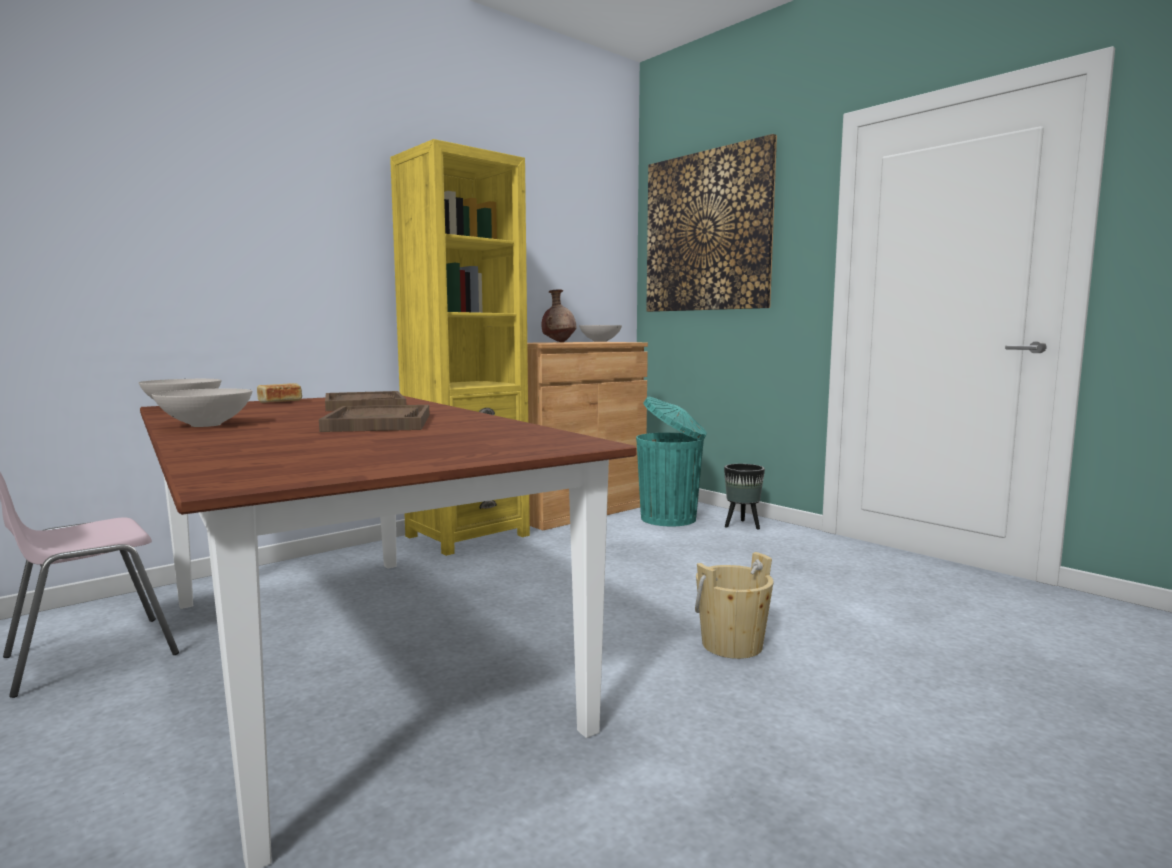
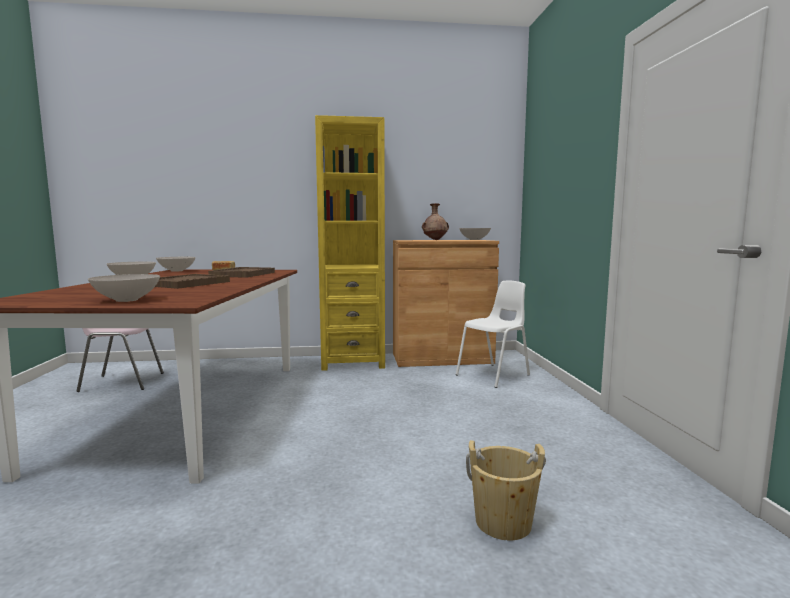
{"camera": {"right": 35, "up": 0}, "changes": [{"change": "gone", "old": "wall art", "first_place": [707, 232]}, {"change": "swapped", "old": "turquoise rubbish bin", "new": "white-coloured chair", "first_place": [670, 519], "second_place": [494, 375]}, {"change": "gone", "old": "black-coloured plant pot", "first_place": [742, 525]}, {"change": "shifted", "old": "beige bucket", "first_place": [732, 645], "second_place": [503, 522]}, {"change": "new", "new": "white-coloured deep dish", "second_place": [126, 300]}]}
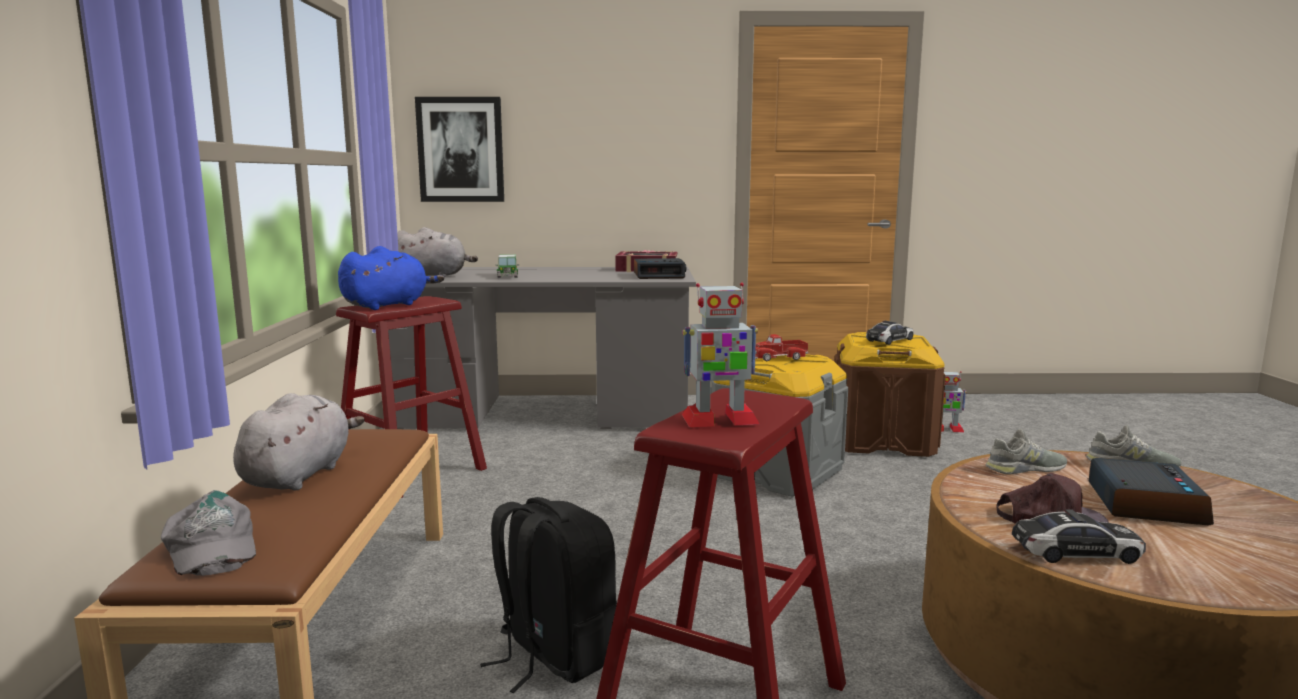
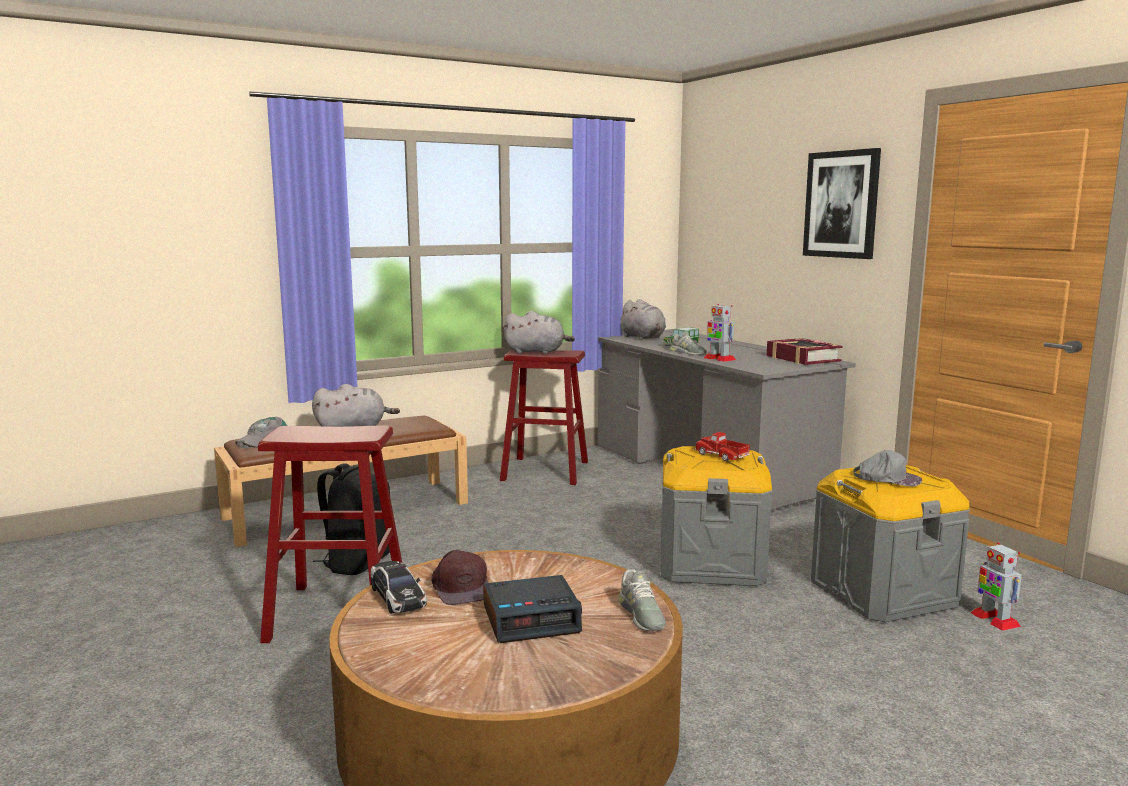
{"camera": {"right": 60, "up": 0}, "changes": [{"change": "shifted", "old": "wall art", "first_place": [460, 150], "second_place": [841, 204]}, {"change": "repainted", "old": "bluish cuddly toy", "new": "greyish cuddly toy", "first_place": [388, 305], "second_place": [537, 352]}, {"change": "gone", "old": "table clock", "first_place": [659, 275]}, {"change": "shifted", "old": "toy robot", "first_place": [719, 420], "second_place": [719, 359]}, {"change": "swapped", "old": "toy car", "new": "greyish peaked cap", "first_place": [889, 340], "second_place": [887, 478]}, {"change": "repainted", "old": "brown storage box", "new": "greyish storage box", "first_place": [882, 440], "second_place": [882, 592]}, {"change": "shifted", "old": "greyish low shoe", "first_place": [1025, 469], "second_place": [688, 353]}]}
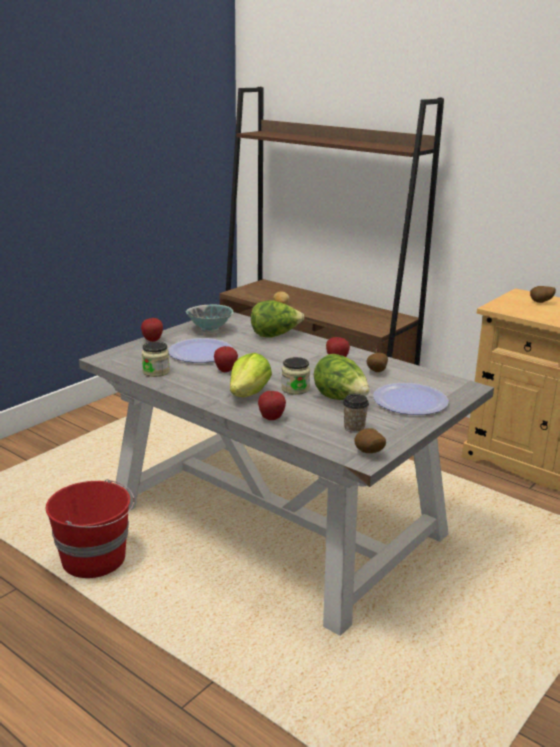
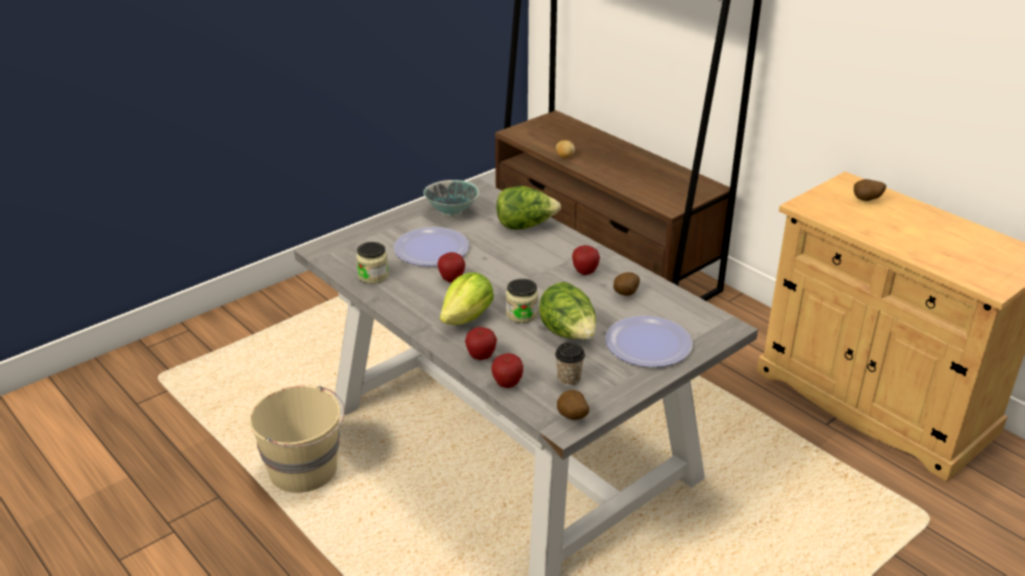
{"camera": {"right": 10, "up": 10}, "changes": [{"change": "shifted", "old": "apple", "first_place": [152, 340], "second_place": [507, 384]}, {"change": "repainted", "old": "red-coloured bucket", "new": "beige bucket", "first_place": [95, 560], "second_place": [305, 470]}]}
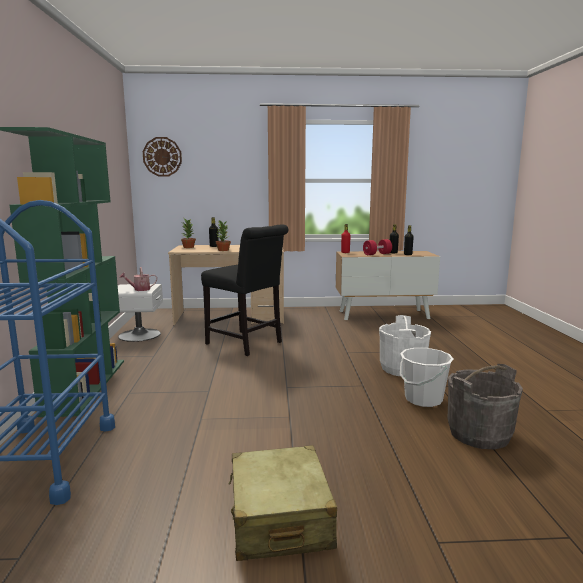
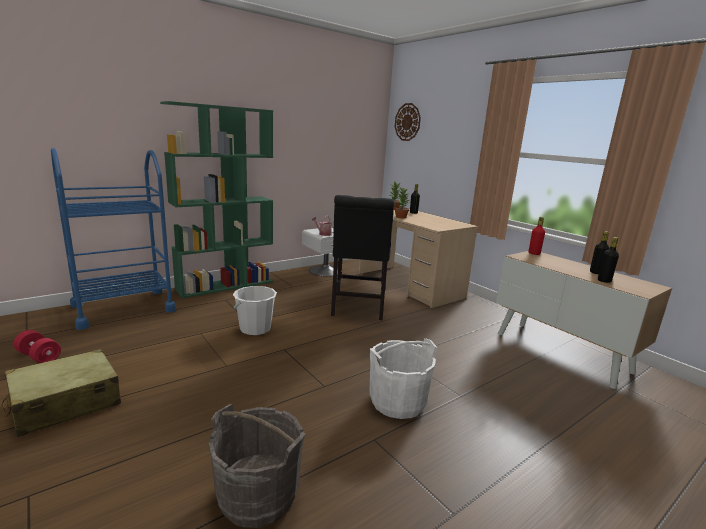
{"camera": {"right": 55, "up": 5}, "changes": [{"change": "shifted", "old": "red-coloured hand weight", "first_place": [377, 254], "second_place": [39, 356]}, {"change": "shifted", "old": "white-coloured bucket", "first_place": [423, 399], "second_place": [255, 328]}]}
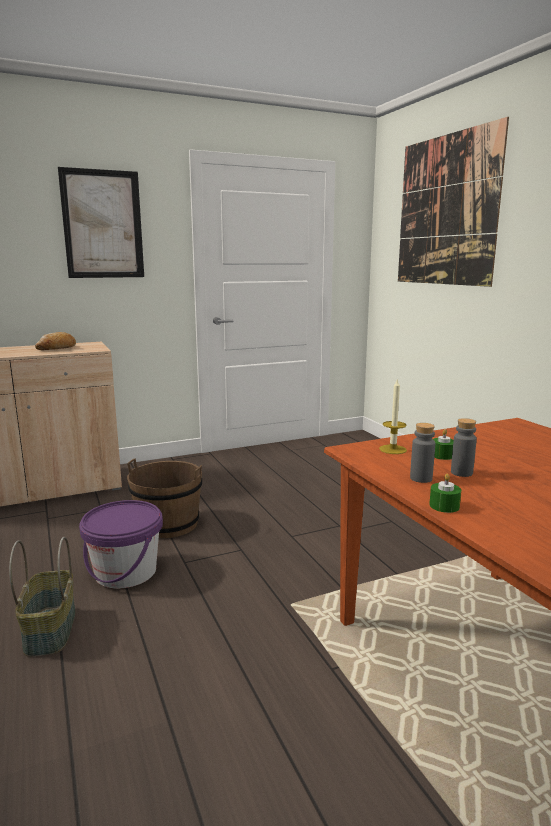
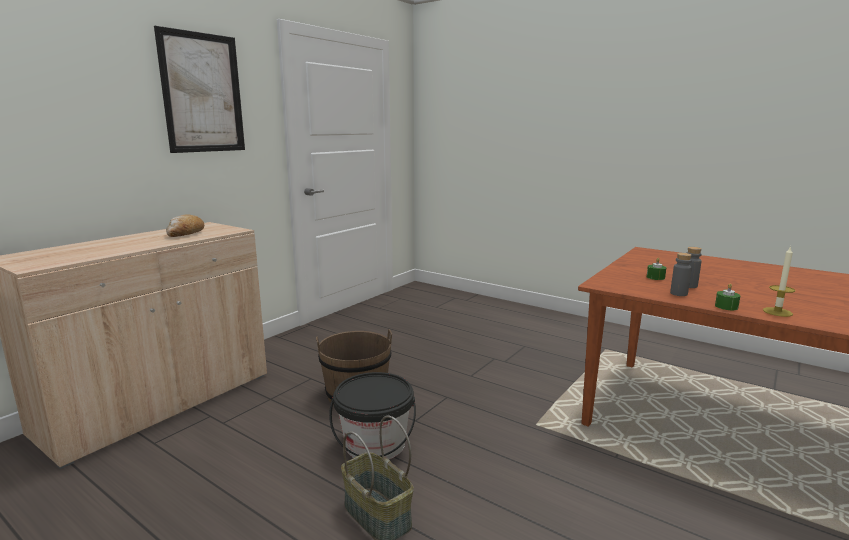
{"camera": {"right": -30, "up": 0}, "changes": [{"change": "gone", "old": "wall art", "first_place": [445, 211]}, {"change": "shifted", "old": "candle", "first_place": [392, 449], "second_place": [777, 312]}, {"change": "repainted", "old": "purplish bucket", "new": "black-coloured bucket", "first_place": [125, 572], "second_place": [375, 444]}]}
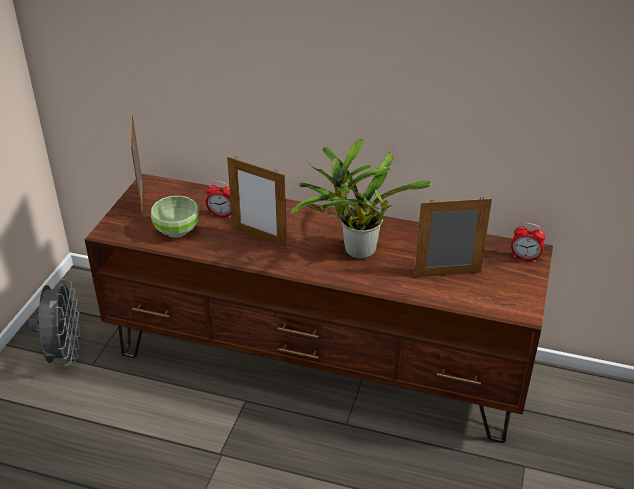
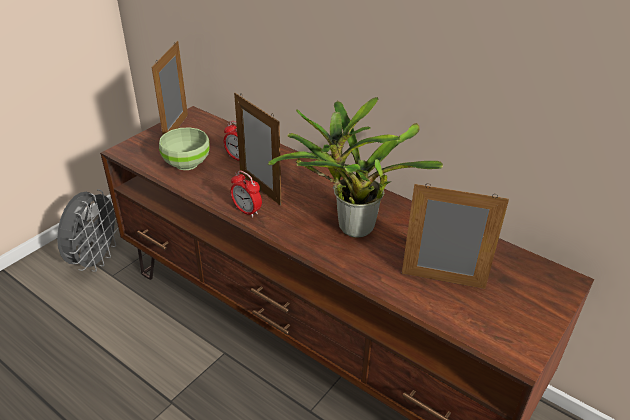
{"camera": {"right": 20, "up": 0}, "changes": [{"change": "shifted", "old": "table clock", "first_place": [525, 257], "second_place": [247, 211]}]}
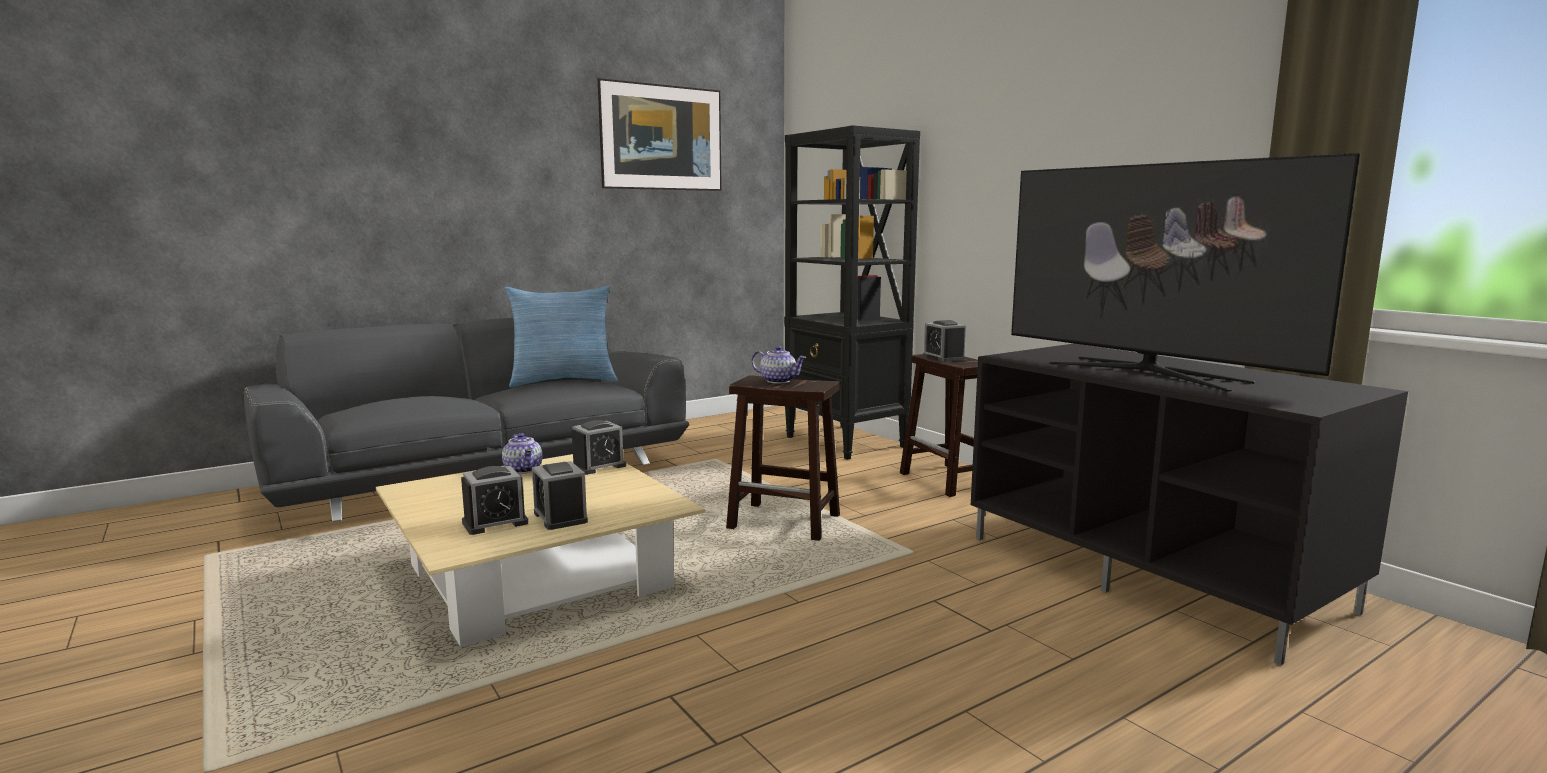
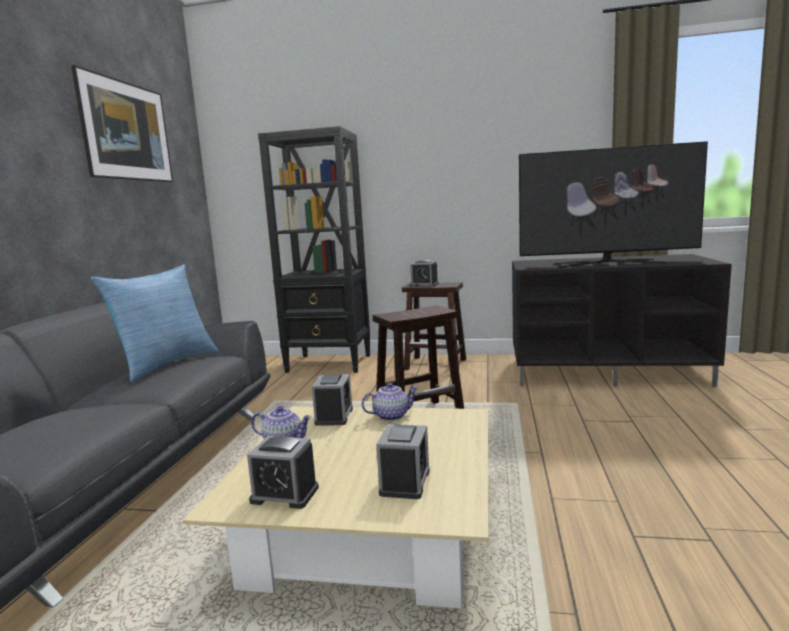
{"camera": {"right": -45, "up": 0}, "changes": [{"change": "shifted", "old": "teapot", "first_place": [779, 381], "second_place": [391, 416]}, {"change": "shifted", "old": "table clock", "first_place": [560, 517], "second_place": [284, 494]}]}
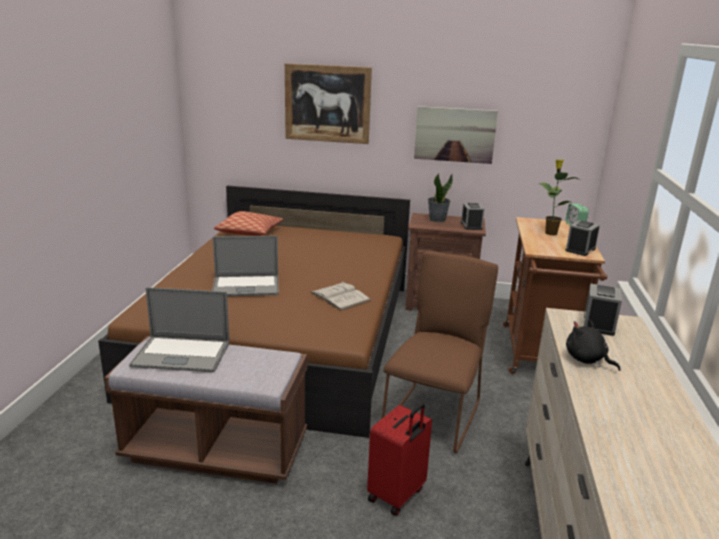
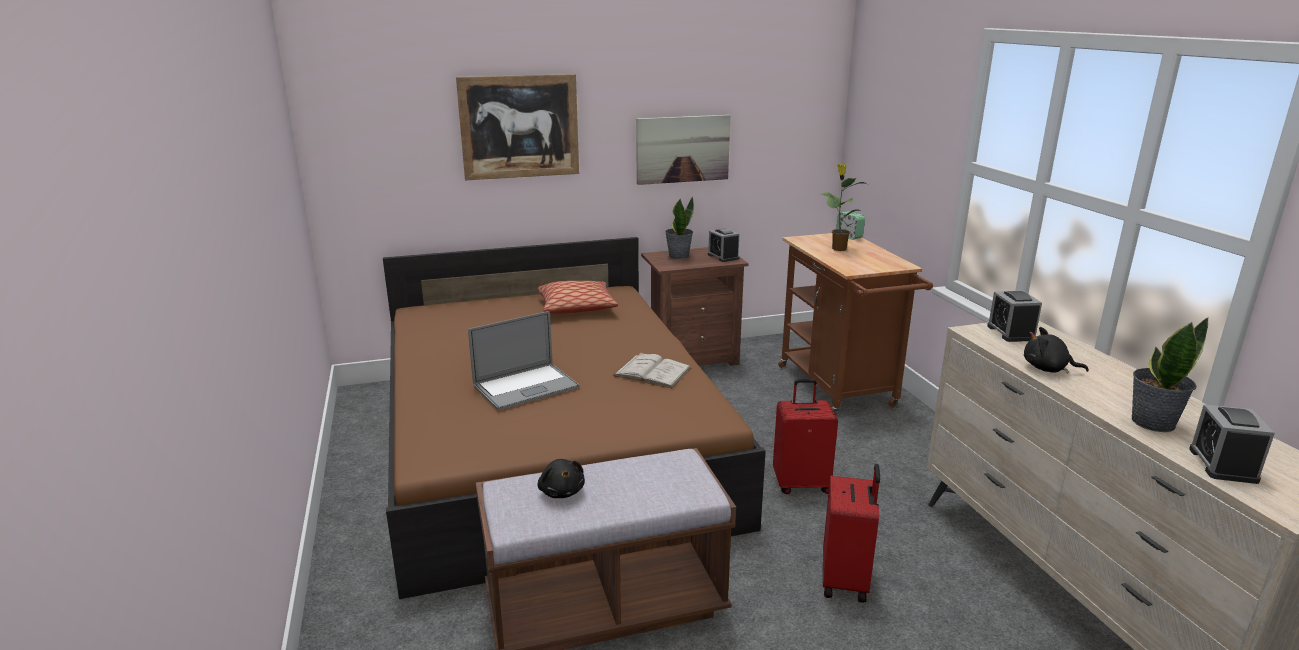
{"camera": {"right": -25, "up": 0}, "changes": [{"change": "shifted", "old": "throw pillow", "first_place": [250, 232], "second_place": [576, 307]}, {"change": "shifted", "old": "table clock", "first_place": [580, 249], "second_place": [1223, 465]}, {"change": "swapped", "old": "brown chair", "new": "red-coloured piece of luggage", "first_place": [434, 415], "second_place": [801, 484]}, {"change": "swapped", "old": "notebook computer", "new": "black-coloured cuddly toy", "first_place": [181, 354], "second_place": [561, 491]}, {"change": "new", "new": "plant in a pot", "second_place": [1152, 422]}]}
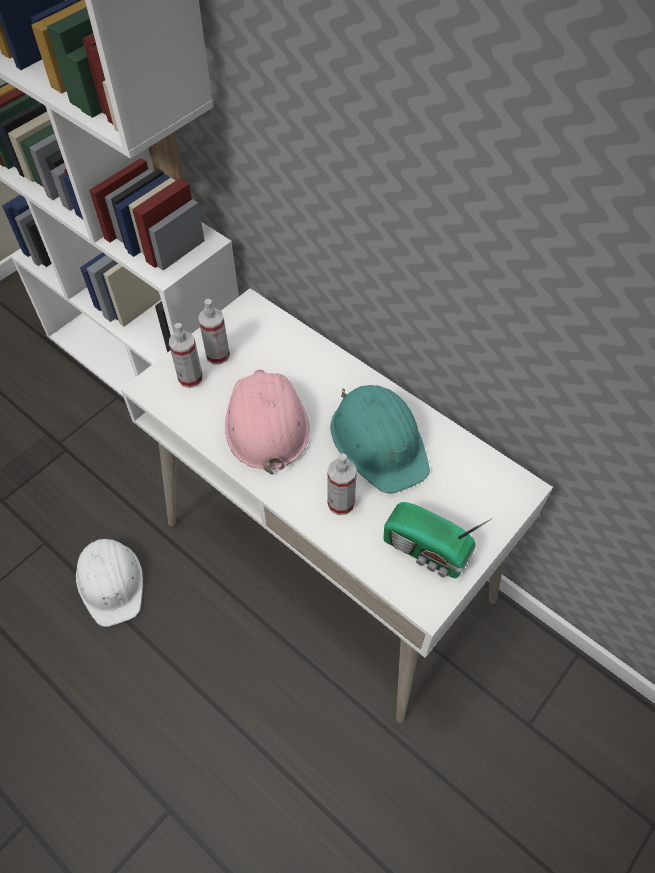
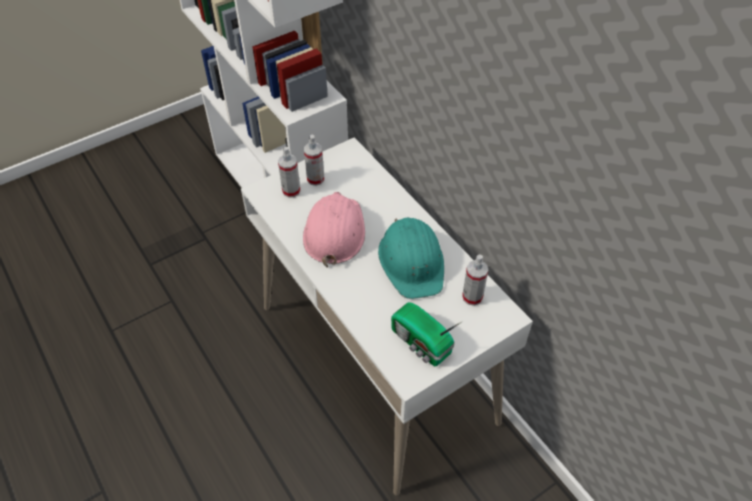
{"camera": {"right": 15, "up": -5}, "changes": [{"change": "shifted", "old": "hand sprayer", "first_place": [341, 503], "second_place": [472, 297]}, {"change": "gone", "old": "white-coloured safety helmet", "first_place": [111, 581]}]}
